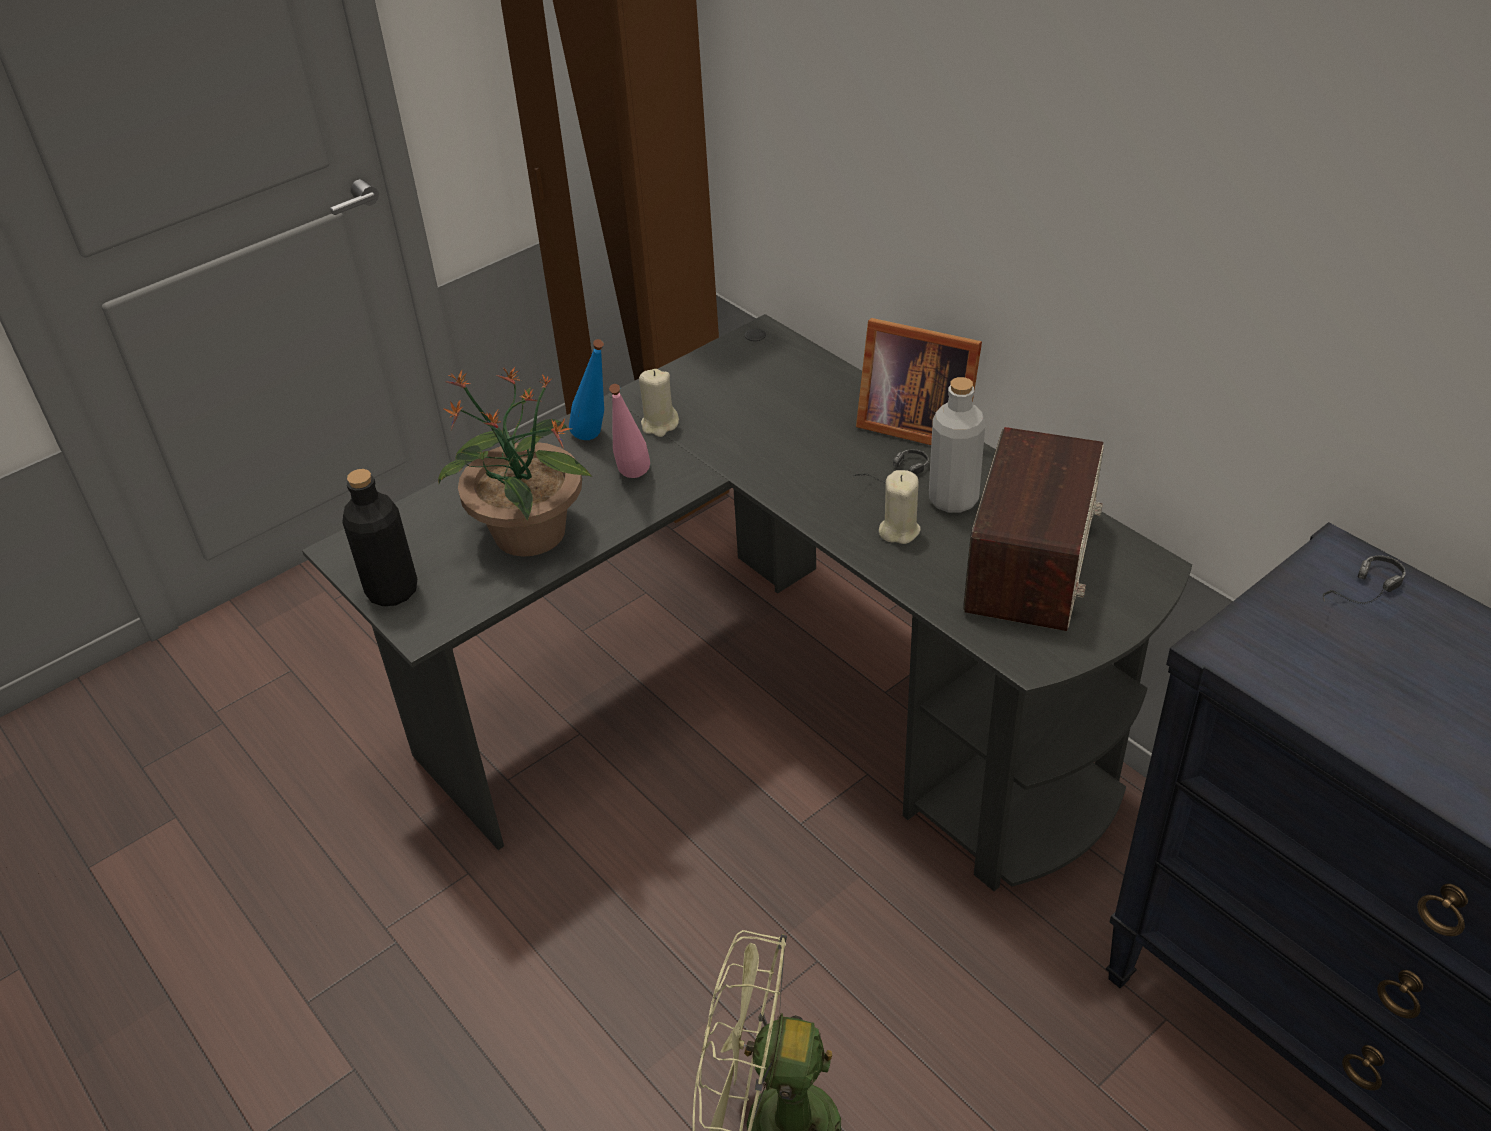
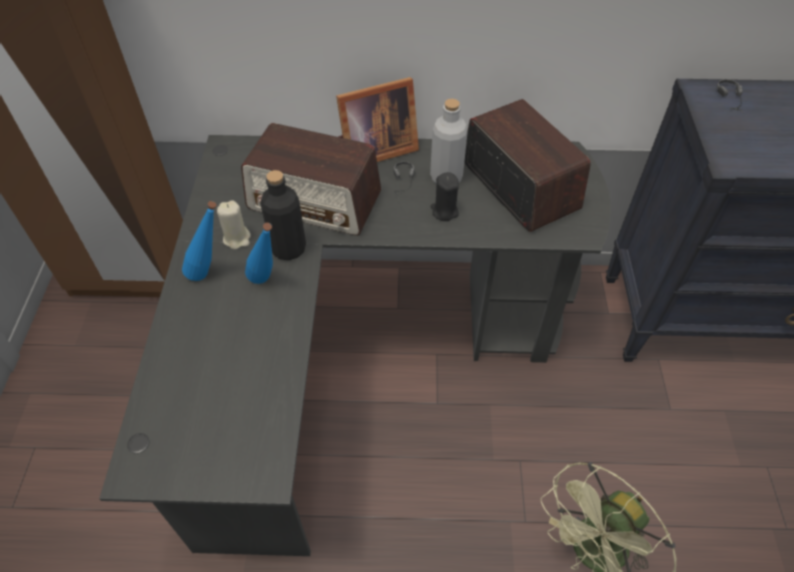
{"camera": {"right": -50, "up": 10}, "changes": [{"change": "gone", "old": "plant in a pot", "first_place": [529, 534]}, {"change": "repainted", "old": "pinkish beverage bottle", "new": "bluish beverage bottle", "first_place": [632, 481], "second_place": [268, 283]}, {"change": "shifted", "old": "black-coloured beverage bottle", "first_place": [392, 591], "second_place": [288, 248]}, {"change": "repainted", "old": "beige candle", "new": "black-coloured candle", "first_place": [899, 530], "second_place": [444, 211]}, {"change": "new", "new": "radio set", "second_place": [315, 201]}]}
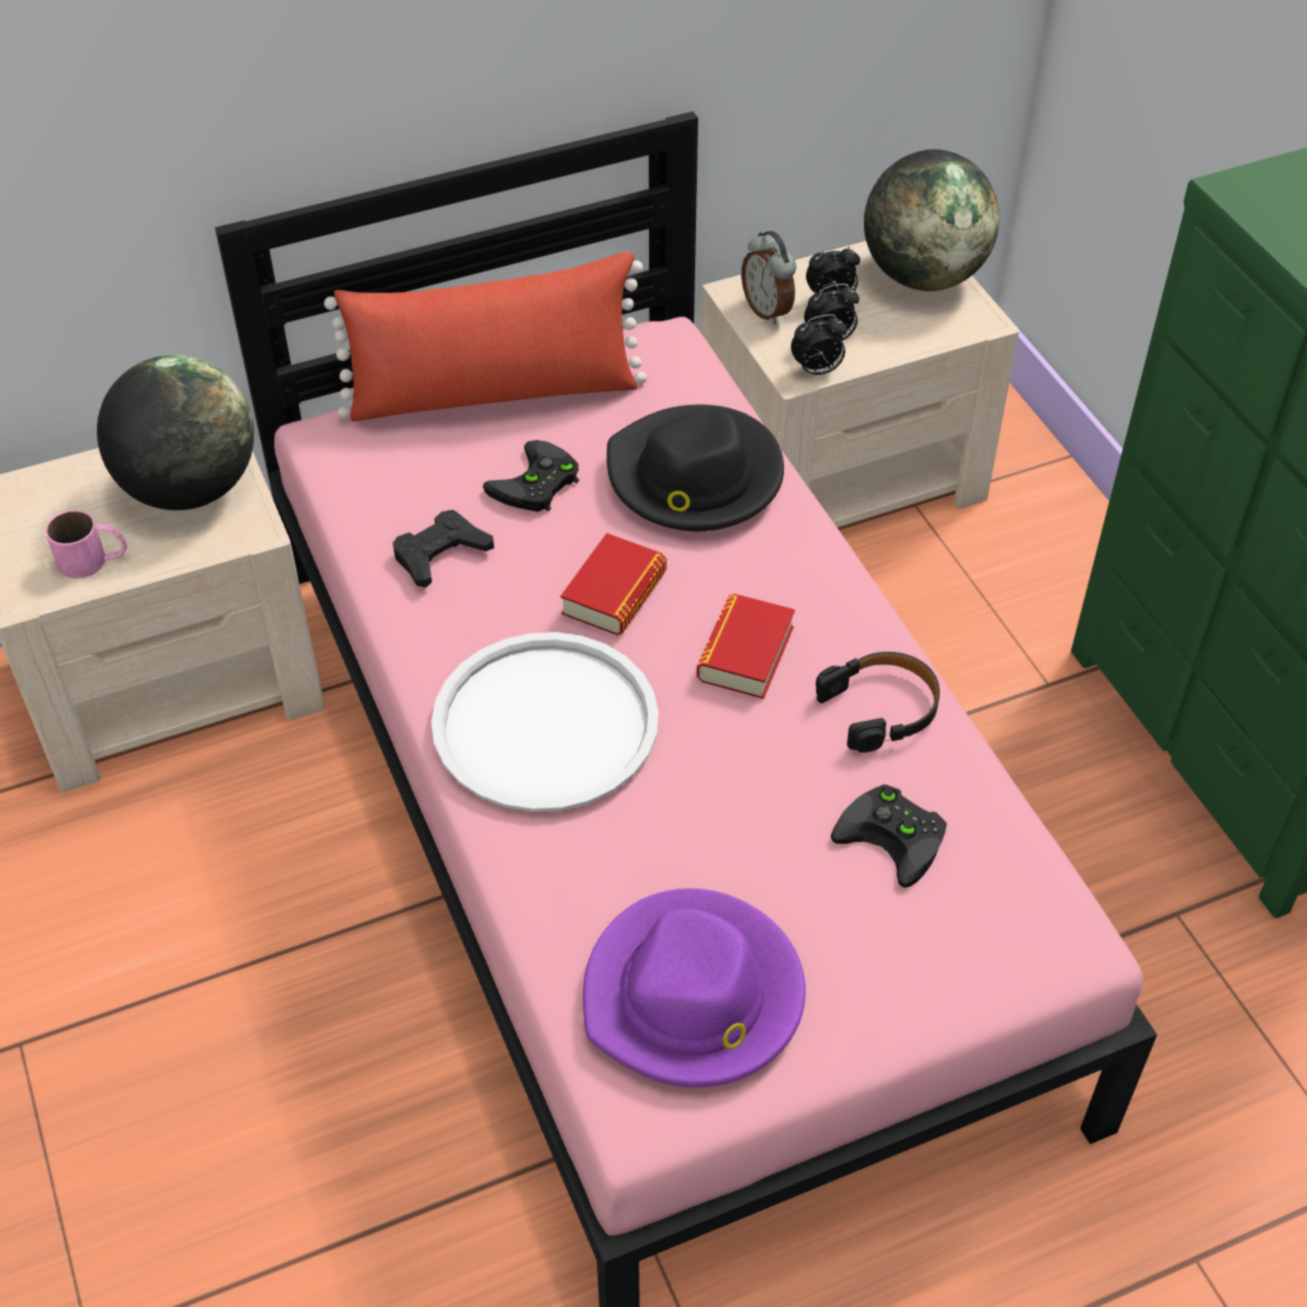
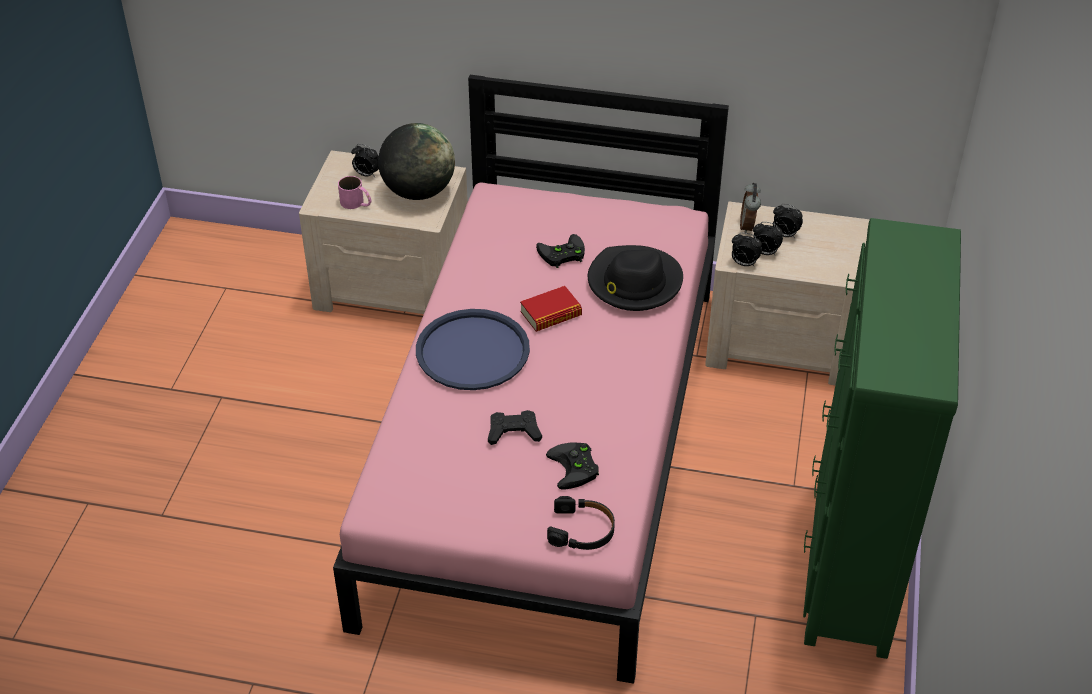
{"camera": {"right": 35, "up": -5}, "changes": [{"change": "gone", "old": "desk globe", "first_place": [923, 276]}, {"change": "gone", "old": "red-coloured throw pillow", "first_place": [494, 393]}, {"change": "shifted", "old": "black-coloured joypad", "first_place": [440, 554], "second_place": [513, 432]}, {"change": "gone", "old": "volume", "first_place": [745, 653]}, {"change": "repainted", "old": "white-coloured carrying tray", "new": "bluish carrying tray", "first_place": [545, 724], "second_place": [472, 351]}, {"change": "shifted", "old": "black-coloured pair of headphones", "first_place": [881, 708], "second_place": [582, 530]}, {"change": "gone", "old": "purplish clothing hat", "first_place": [694, 996]}, {"change": "new", "new": "table clock", "second_place": [366, 174]}]}
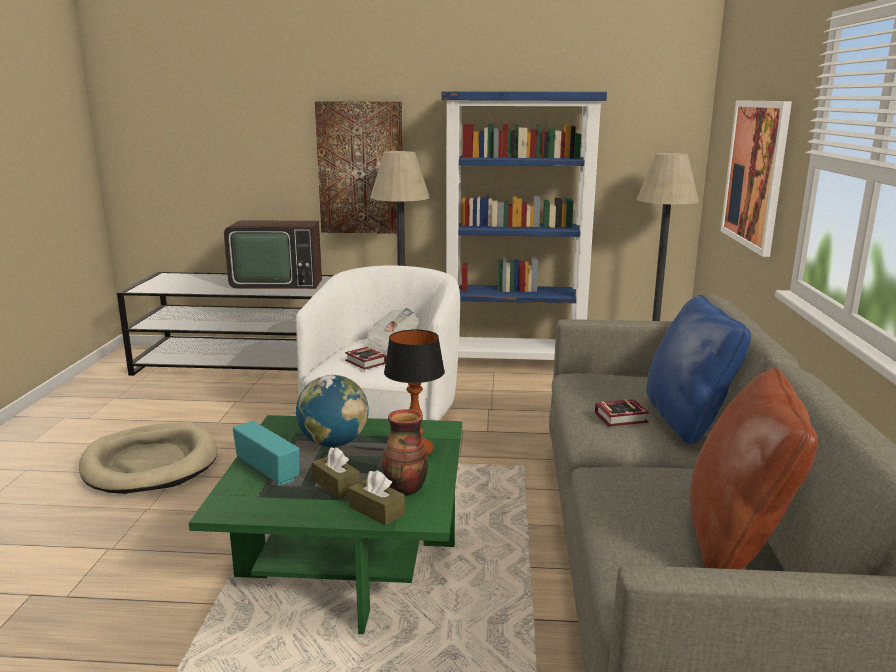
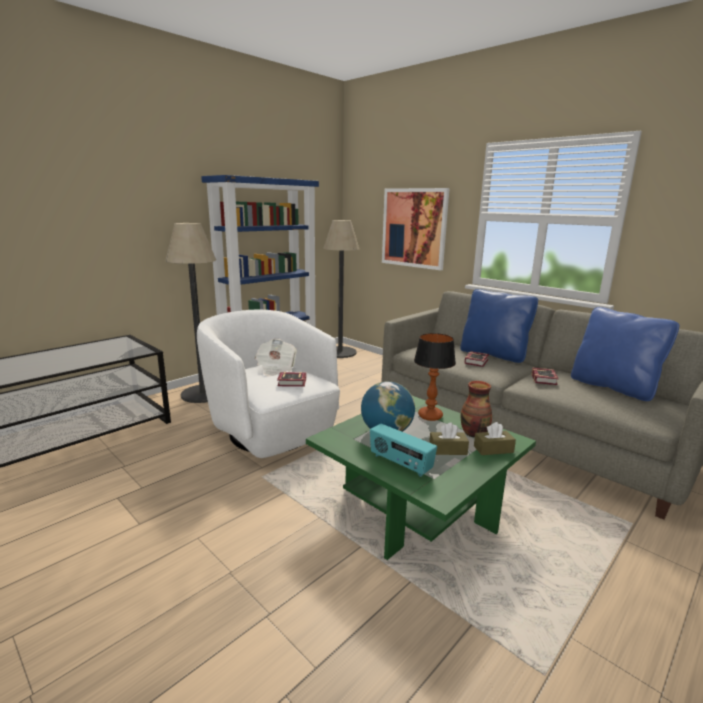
{"camera": {"right": -50, "up": 0}, "changes": [{"change": "gone", "old": "wall art", "first_place": [360, 168]}, {"change": "gone", "old": "TV set", "first_place": [276, 282]}, {"change": "repainted", "old": "brown throw pillow", "new": "bluish throw pillow", "first_place": [737, 539], "second_place": [613, 387]}, {"change": "rotated", "old": "radio set", "first_place": [268, 471], "second_place": [400, 464], "degrees": -135}, {"change": "gone", "old": "beige pet bed", "first_place": [150, 463]}, {"change": "new", "new": "volume", "second_place": [544, 379]}]}
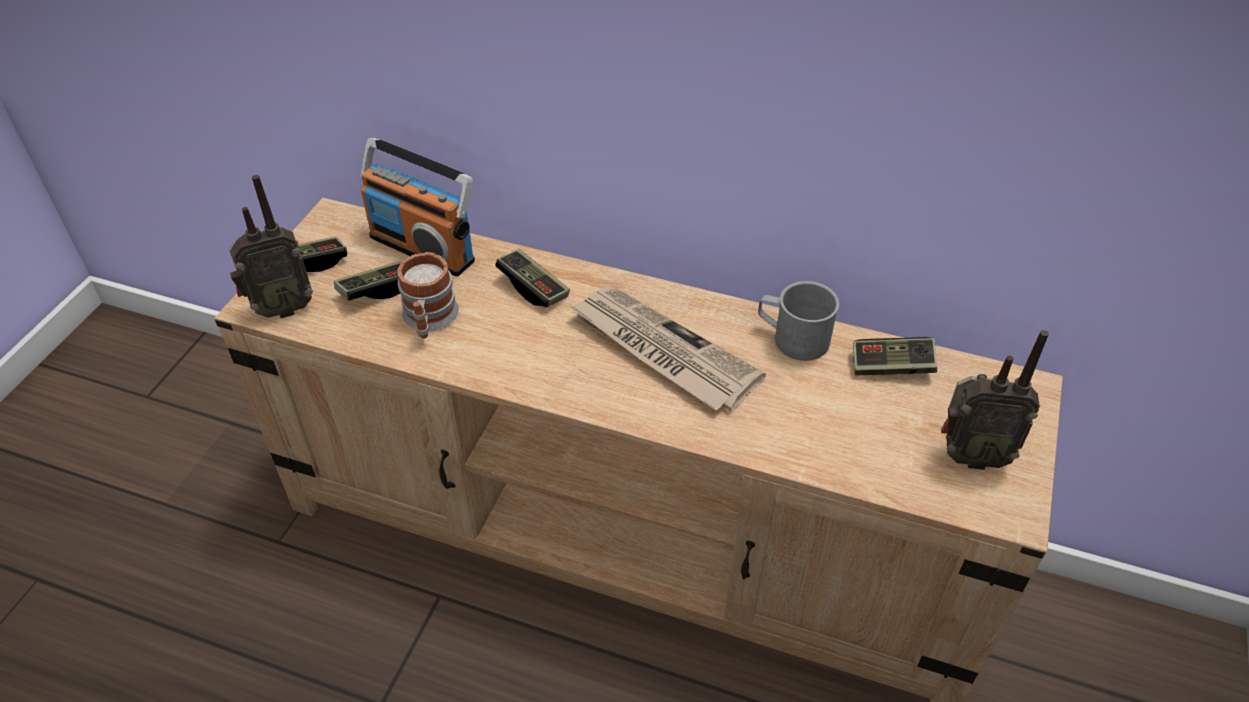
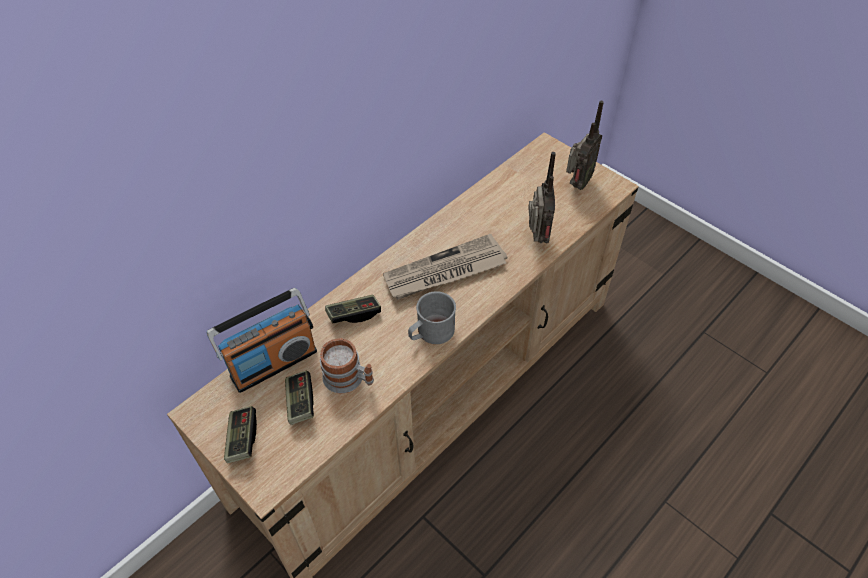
{"camera": {"right": -65, "up": 5}, "changes": [{"change": "shifted", "old": "radio set", "first_place": [281, 308], "second_place": [537, 238]}, {"change": "shifted", "old": "greyish coffee mug", "first_place": [792, 338], "second_place": [431, 333]}, {"change": "gone", "old": "joypad", "first_place": [891, 367]}]}
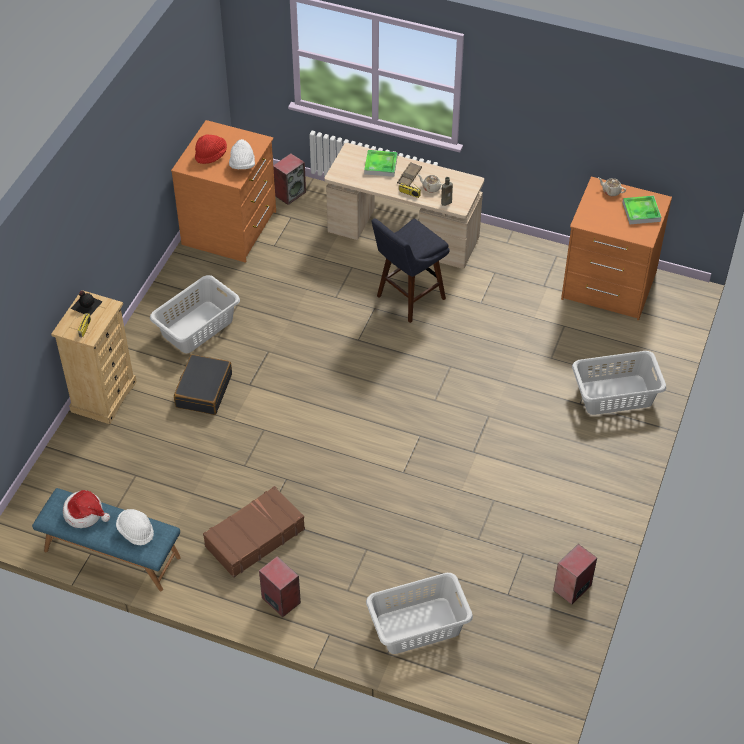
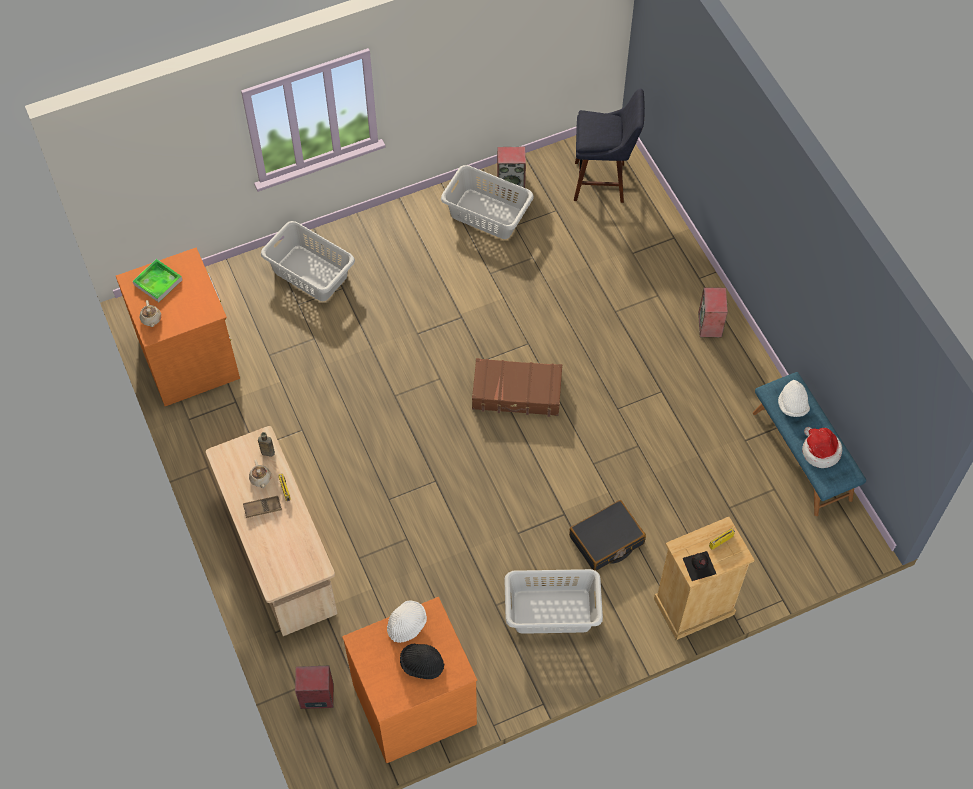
{"camera": {"right": -135, "up": 10}, "changes": [{"change": "repainted", "old": "red-coloured clothing hat", "new": "black-coloured clothing hat", "first_place": [211, 155], "second_place": [422, 664]}, {"change": "gone", "old": "carrying tray", "first_place": [380, 165]}, {"change": "shifted", "old": "bluish stool", "first_place": [407, 299], "second_place": [603, 182]}, {"change": "shifted", "old": "brown piece of luggage", "first_place": [254, 537], "second_place": [517, 393]}, {"change": "shifted", "old": "greyish laundry basket", "first_place": [419, 626], "second_place": [487, 214]}]}
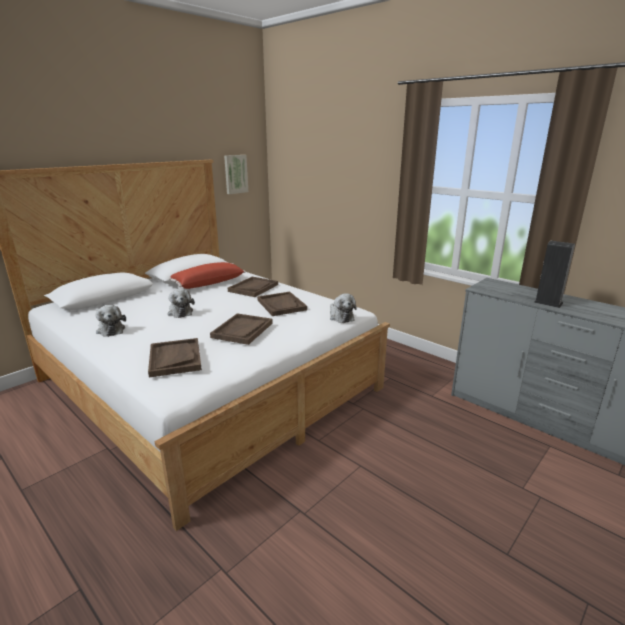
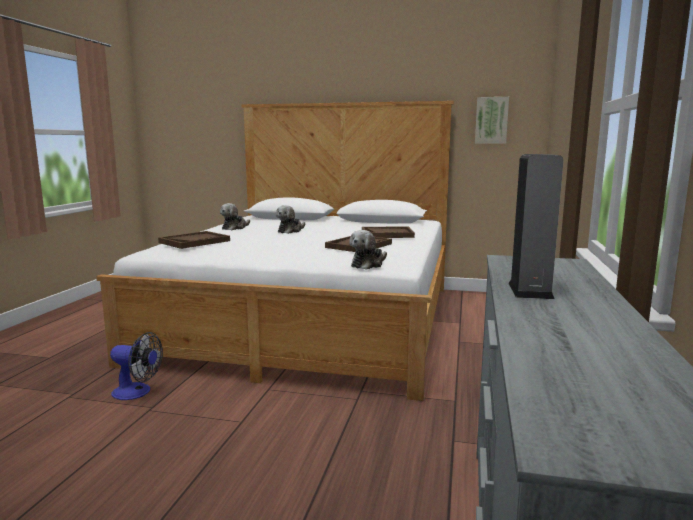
{"camera": {"right": 60, "up": -10}, "changes": [{"change": "gone", "old": "red-coloured throw pillow", "first_place": [207, 283]}, {"change": "gone", "old": "brown carrying tray", "first_place": [242, 330]}, {"change": "new", "new": "fan", "second_place": [137, 392]}]}
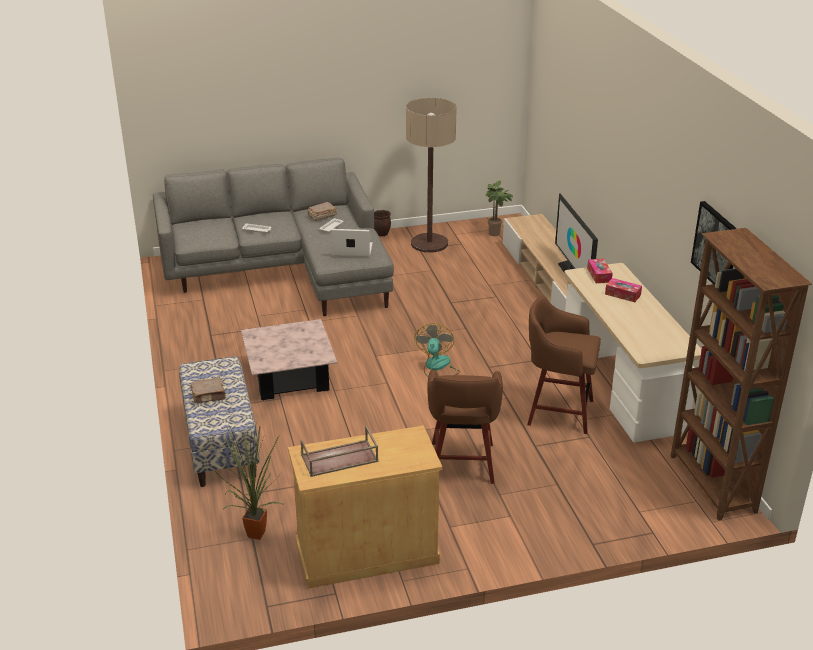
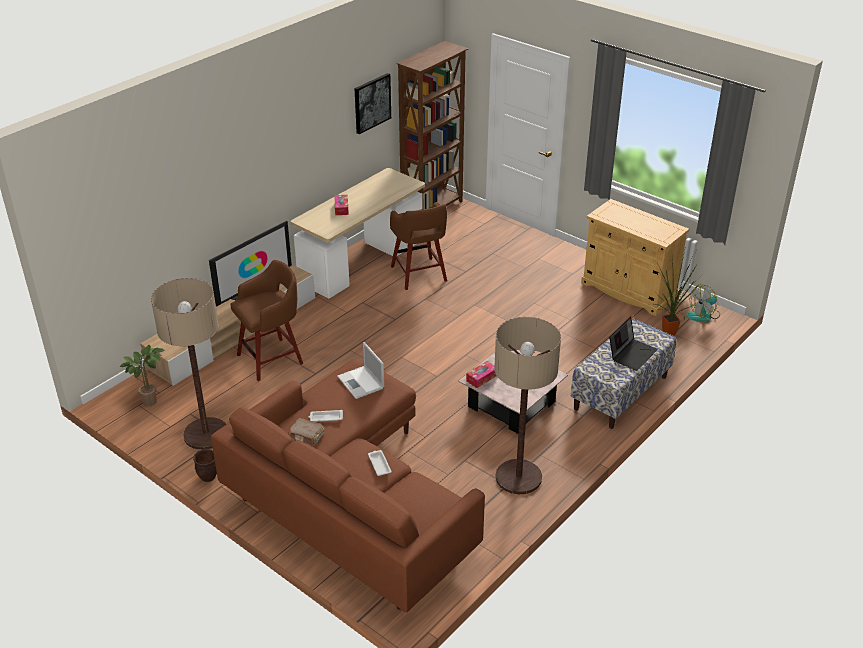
{"camera": {"right": -125, "up": 5}, "changes": [{"change": "repainted", "old": "greyish settee", "new": "brown settee", "first_place": [284, 271], "second_place": [351, 505]}, {"change": "shifted", "old": "box of tissues", "first_place": [599, 275], "second_place": [481, 378]}, {"change": "shifted", "old": "fan", "first_place": [437, 367], "second_place": [703, 315]}, {"change": "shifted", "old": "brown stool", "first_place": [462, 464], "second_place": [272, 358]}, {"change": "swapped", "old": "brown volume", "new": "notebook computer", "first_place": [209, 396], "second_place": [631, 354]}, {"change": "gone", "old": "brown carrying tray", "first_place": [339, 459]}, {"change": "new", "new": "floor lamp", "second_place": [518, 477]}]}
